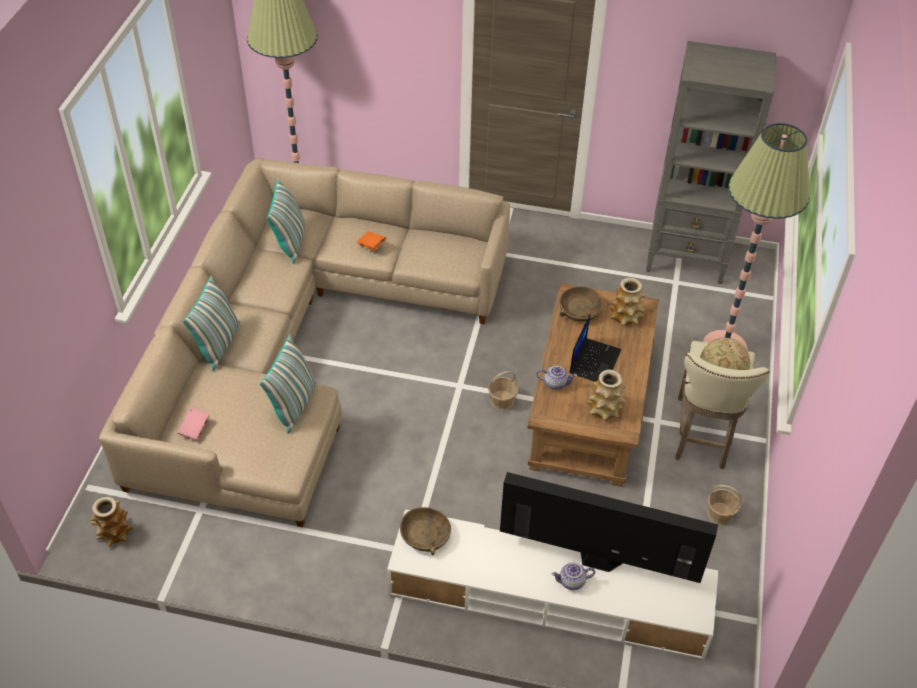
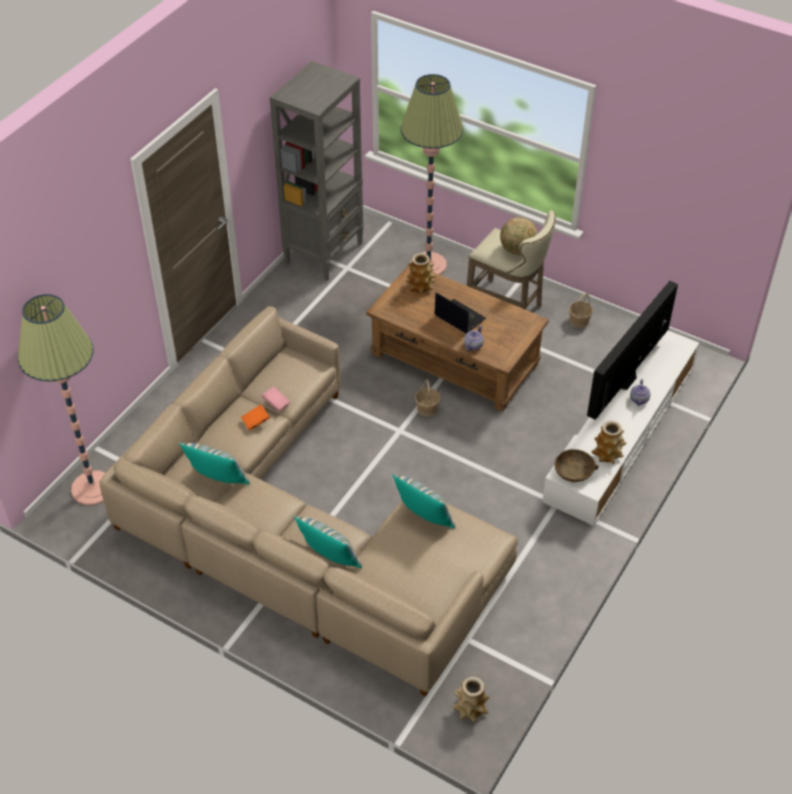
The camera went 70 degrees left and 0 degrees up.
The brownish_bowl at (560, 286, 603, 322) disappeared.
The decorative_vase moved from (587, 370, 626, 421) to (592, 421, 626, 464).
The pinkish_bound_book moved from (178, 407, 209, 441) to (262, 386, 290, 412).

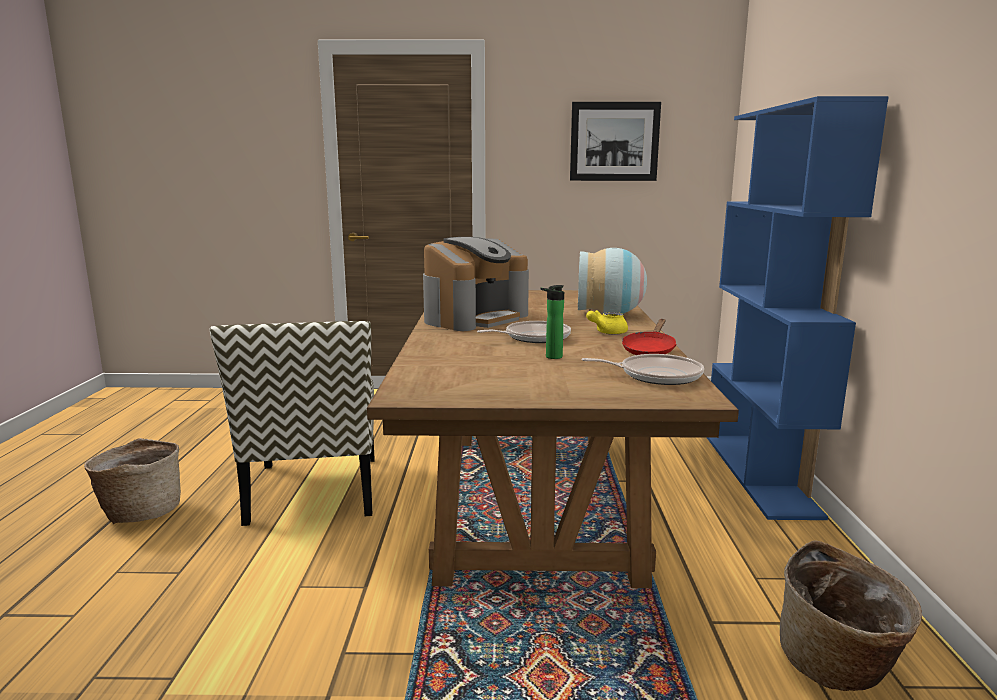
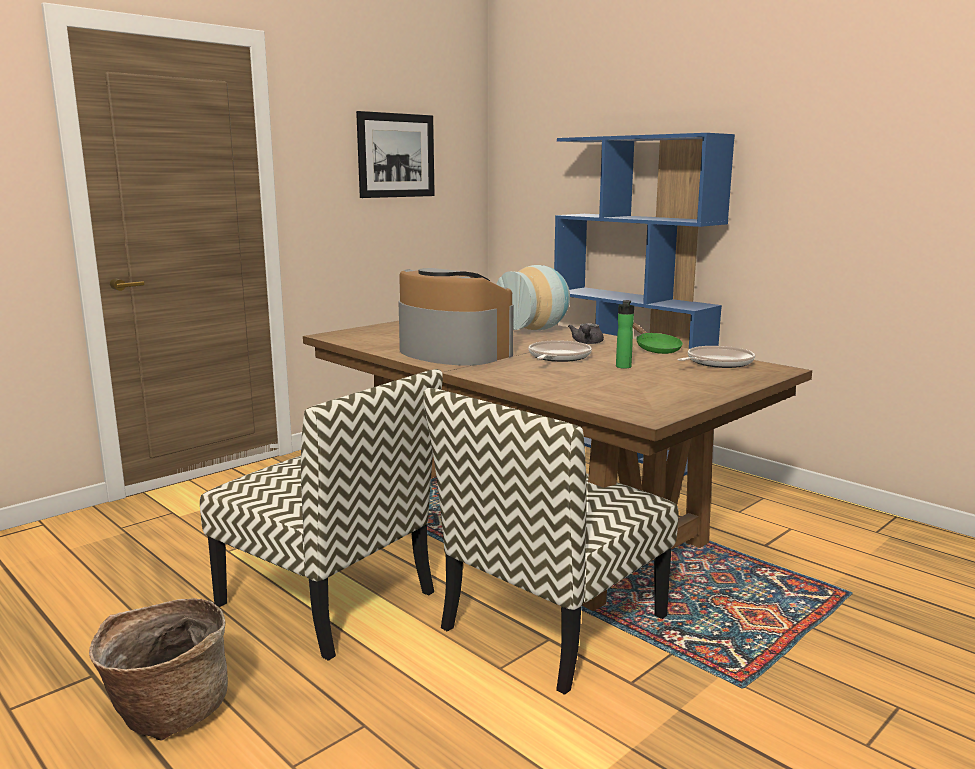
The camera went 45 degrees left and 0 degrees up.
The coffee_maker at (423, 237, 529, 331) turned 45 degrees counterclockwise.
The yellow_tea_pot at (586, 310, 628, 335) became the greyish_tea_pot at (568, 323, 604, 344).
The red-coloured_pan at (622, 319, 677, 355) became the green_pan at (633, 322, 683, 354).
The household_basket at (780, 540, 922, 691) disappeared.
The upright_chair at (423, 388, 678, 695) appeared.

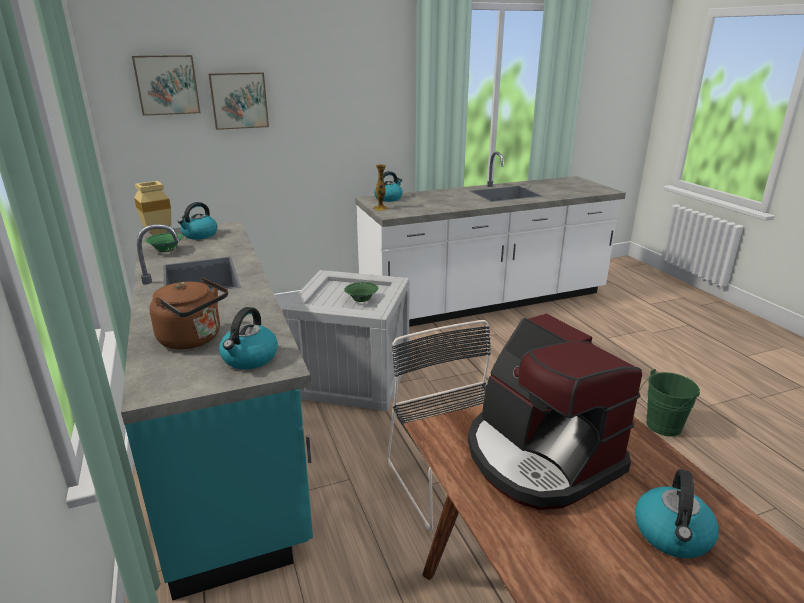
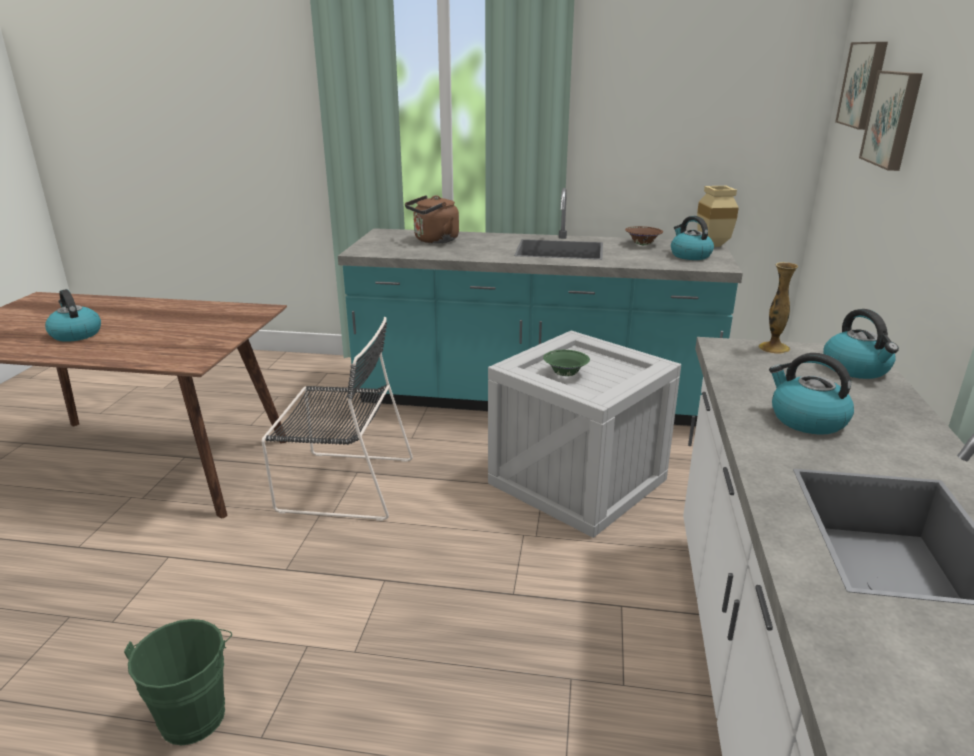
The camera went 120 degrees right and 0 degrees up.
The green_bowl at (145, 233, 184, 252) became the brownish_bowl at (625, 226, 663, 245).
The water_kettle moved from (219, 307, 278, 369) to (769, 353, 854, 435).
The coffee_maker at (468, 314, 642, 510) disappeared.

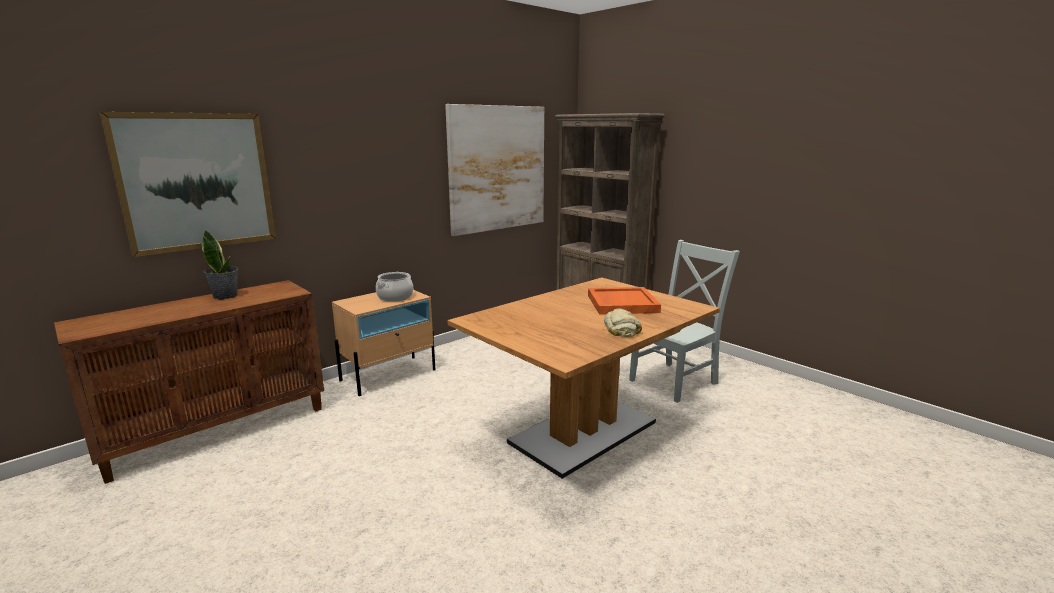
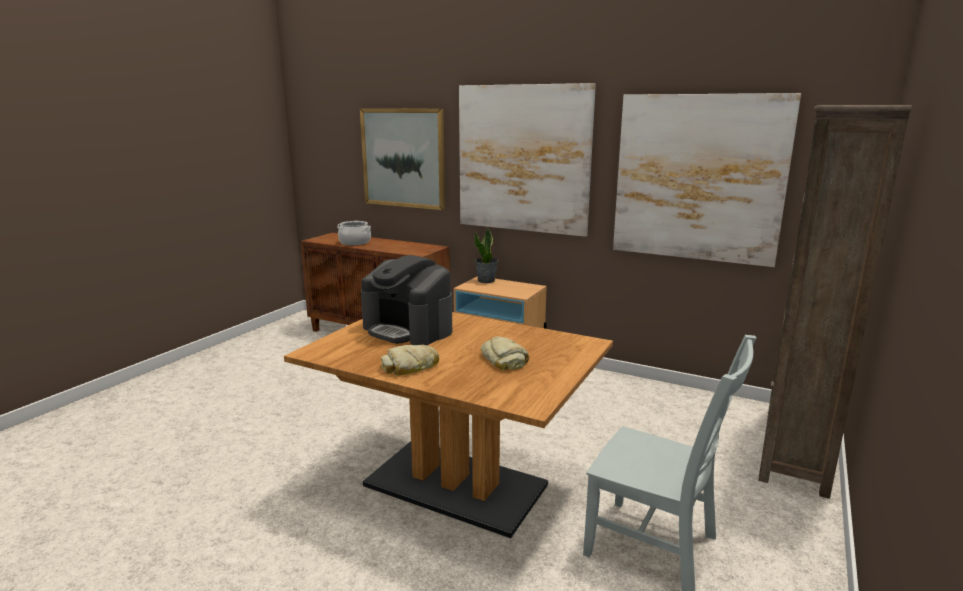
The camera went 70 degrees right and 0 degrees up.
The plant_in_a_pot moved from (202, 229, 238, 299) to (474, 227, 498, 283).
The cooking_pot moved from (376, 272, 413, 302) to (337, 221, 371, 245).
The orange_carrying_tray at (588, 287, 661, 315) was replaced by the baked_bread at (481, 336, 529, 370).
The picture at (459, 83, 596, 237) appeared.
The coffee_maker at (361, 255, 452, 346) appeared.

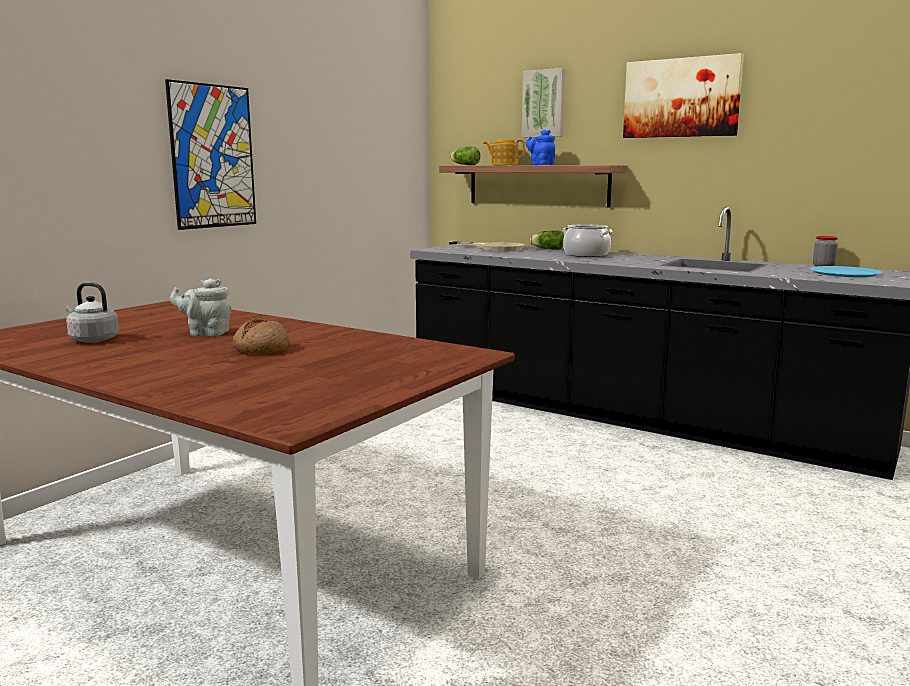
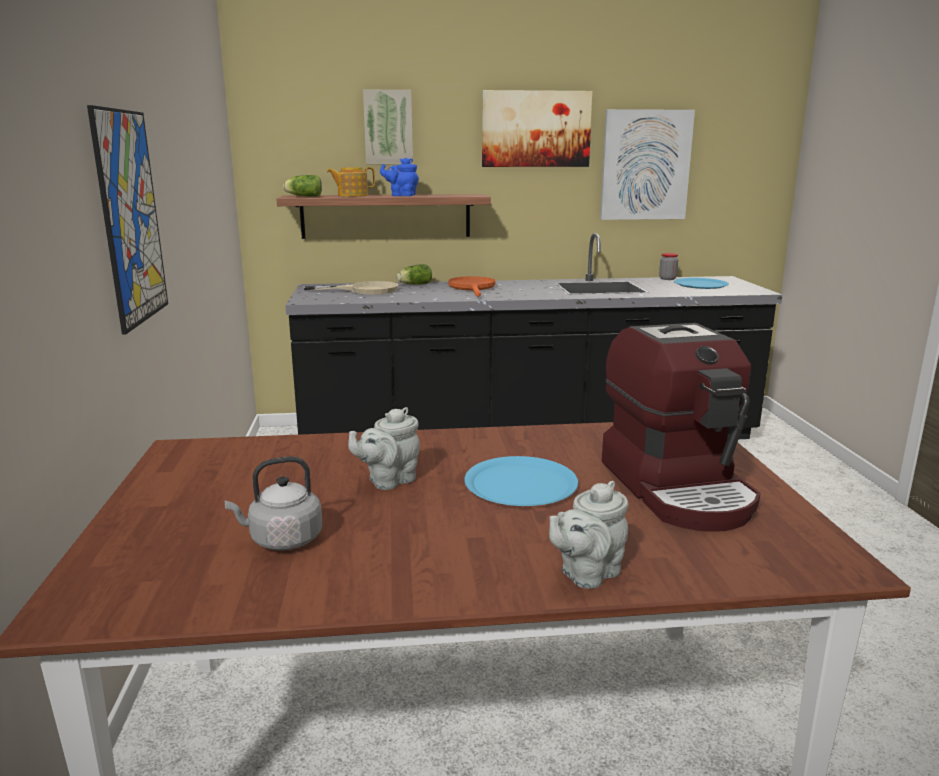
The camera went 40 degrees left and 5 degrees up.
The cooking_pot at (563, 224, 613, 257) was replaced by the orange_pan at (448, 276, 496, 297).
The baked_bread at (233, 318, 289, 354) was replaced by the bluish_dinner_plate at (464, 456, 578, 506).
The picture at (600, 109, 695, 220) appeared.
The coffee_maker at (602, 323, 760, 532) appeared.
The greyish_tea_pot at (549, 481, 629, 589) appeared.

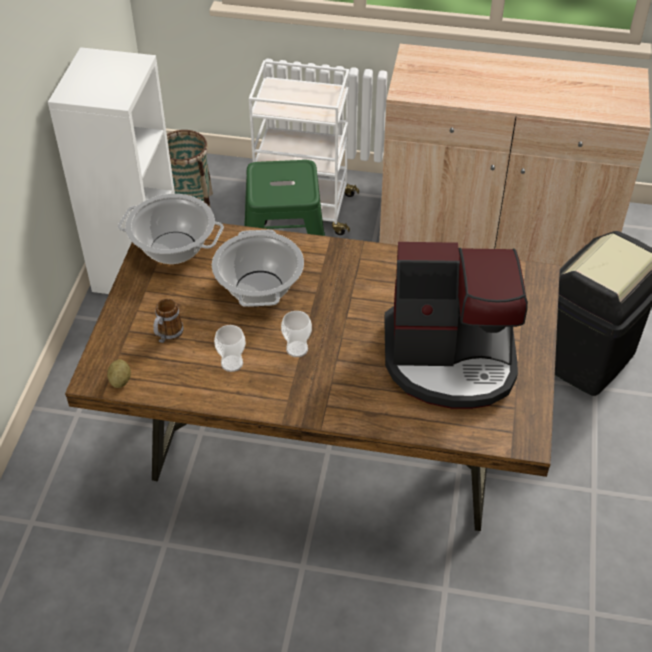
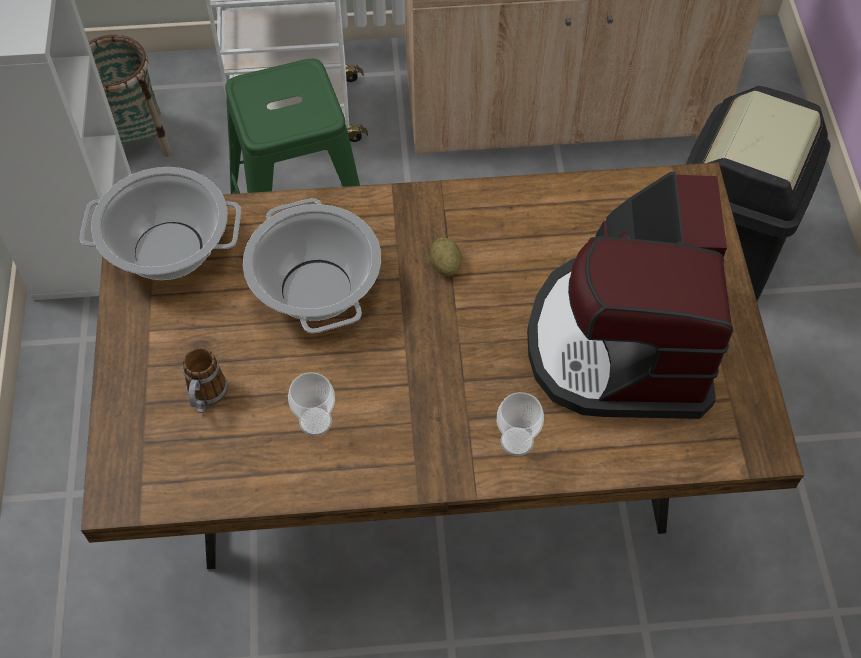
The camera went 15 degrees left and 10 degrees up.
The coffee_maker at (384, 242, 528, 409) turned 105 degrees clockwise.
The cup moved from (281, 311, 312, 357) to (497, 392, 544, 456).
The whole_potato moved from (107, 359, 131, 388) to (430, 237, 462, 276).

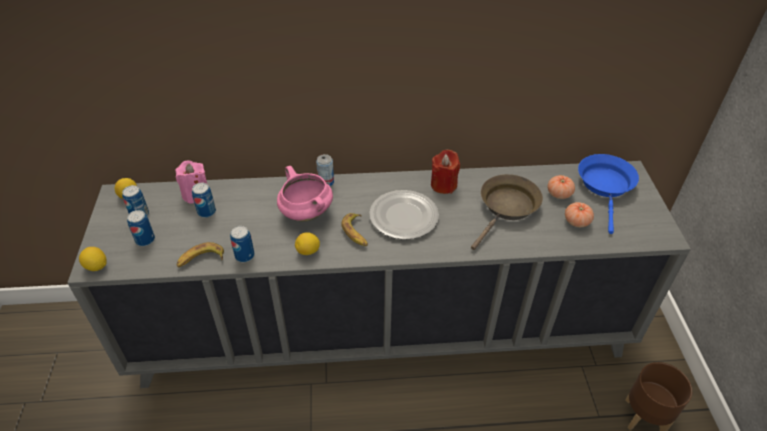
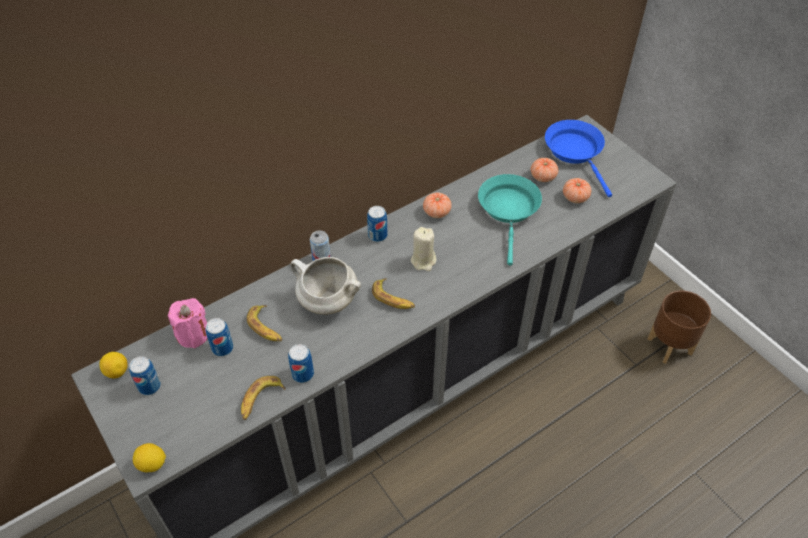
The camera went 30 degrees left and 5 degrees up.
The red-coloured_wax_light at (431, 150, 460, 194) was replaced by the whole_tomato at (423, 192, 452, 218).
The pinkish_cooking_pot at (277, 166, 333, 221) became the whitish_cooking_pot at (290, 257, 361, 315).
The brownish_pan at (471, 174, 543, 250) became the turquoise_pan at (478, 174, 542, 265).
The dinner_plate at (369, 190, 439, 240) was replaced by the beige-coloured_wax_light at (411, 227, 436, 271).
The metal_can moved from (127, 210, 155, 246) to (367, 206, 387, 242).
The whole_lemon at (295, 232, 320, 255) disappeared.
The banana at (247, 305, 282, 341) appeared.

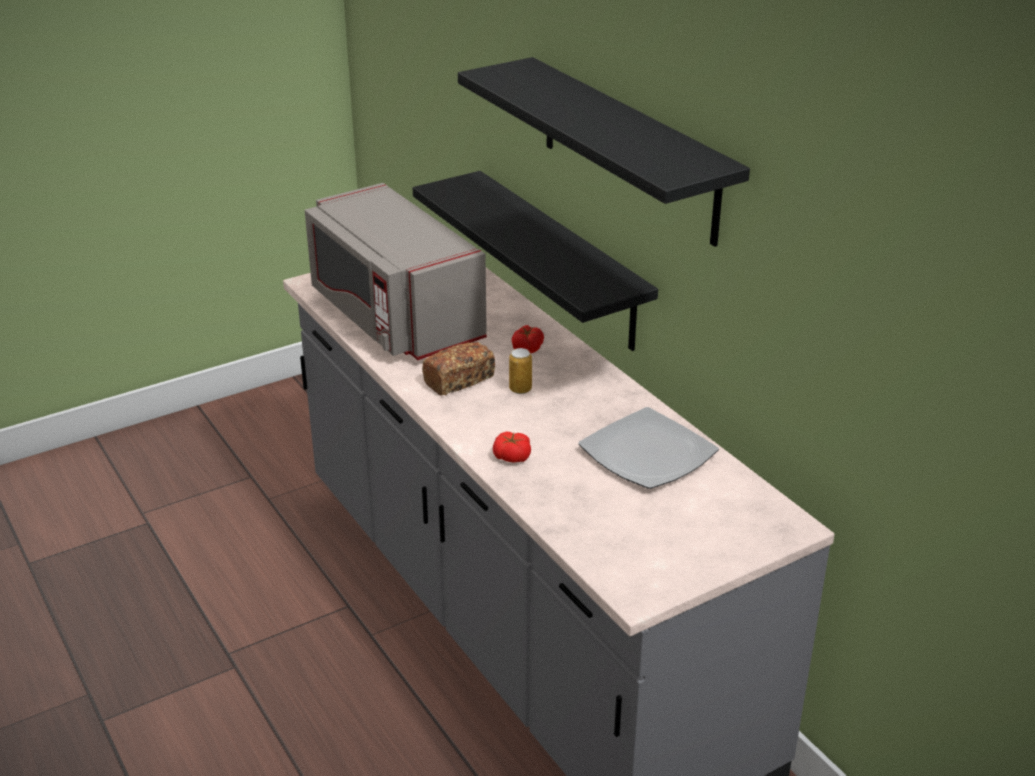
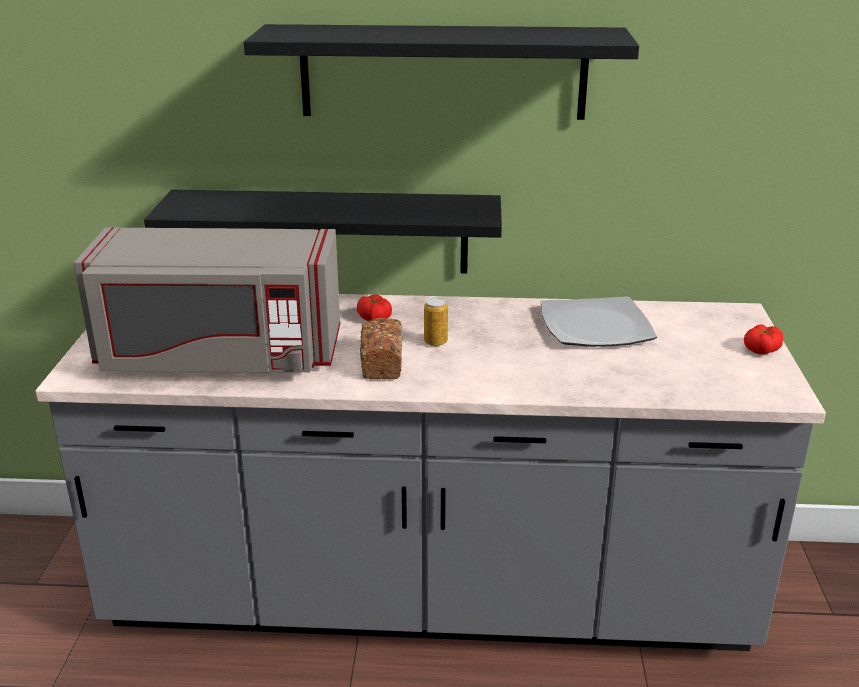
The camera went 55 degrees left and 5 degrees down.
The whole_tomato moved from (493, 432, 531, 462) to (744, 324, 783, 354).

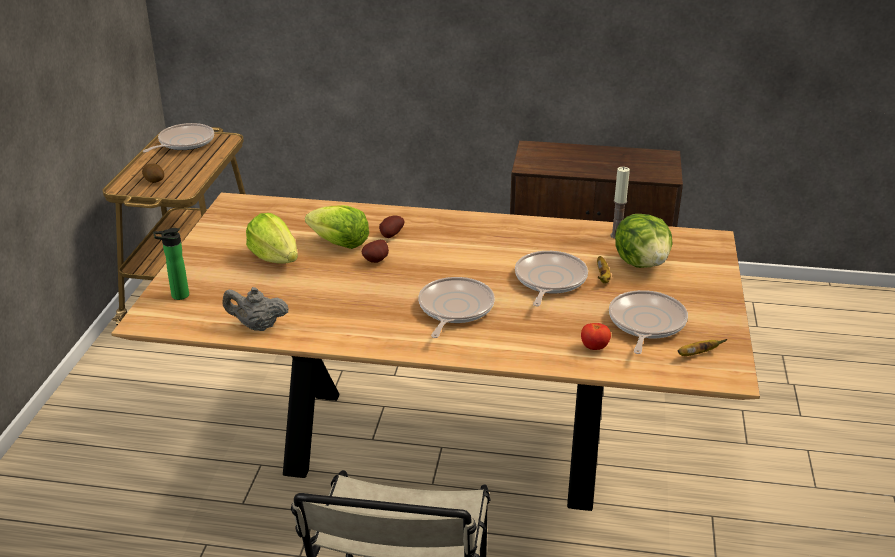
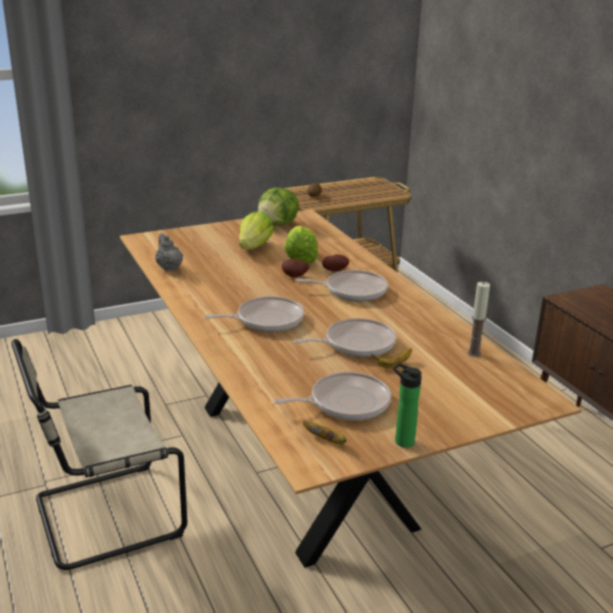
The camera went 55 degrees right and 5 degrees down.
The pan moved from (143, 123, 214, 153) to (295, 270, 388, 301).
The lettuce moved from (615, 214, 673, 268) to (258, 187, 299, 226).
The bottle moved from (153, 228, 189, 300) to (393, 363, 422, 448).
The whole_tomato at (581, 323, 611, 350) disappeared.

